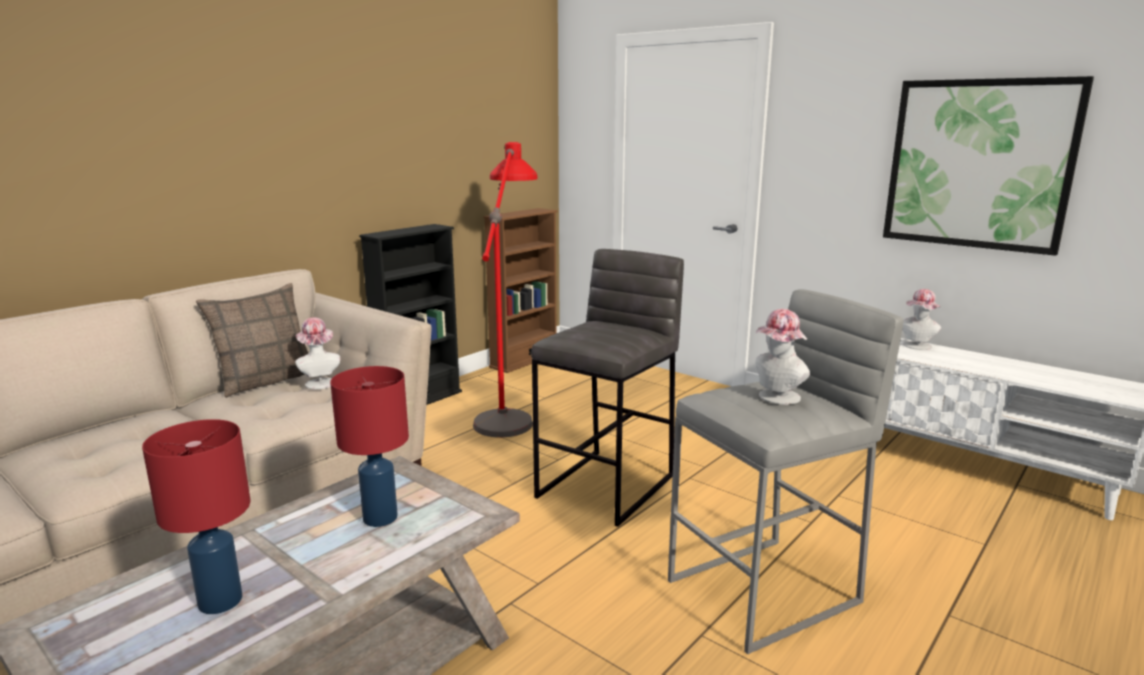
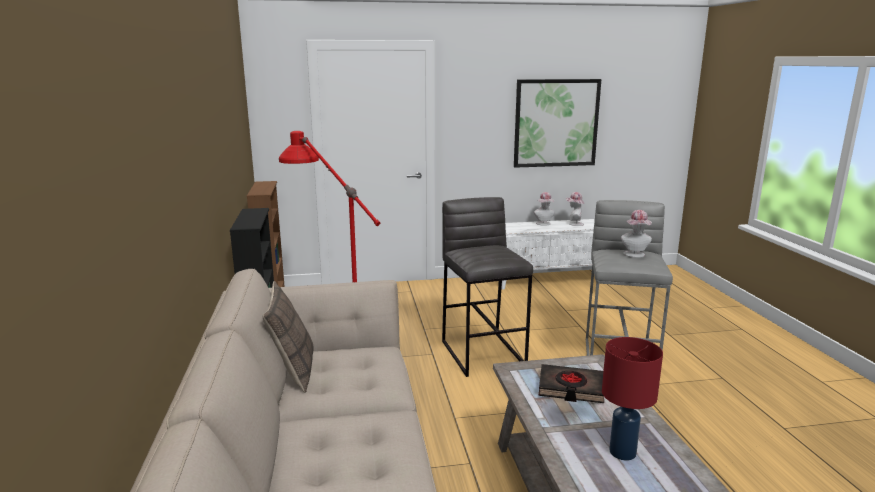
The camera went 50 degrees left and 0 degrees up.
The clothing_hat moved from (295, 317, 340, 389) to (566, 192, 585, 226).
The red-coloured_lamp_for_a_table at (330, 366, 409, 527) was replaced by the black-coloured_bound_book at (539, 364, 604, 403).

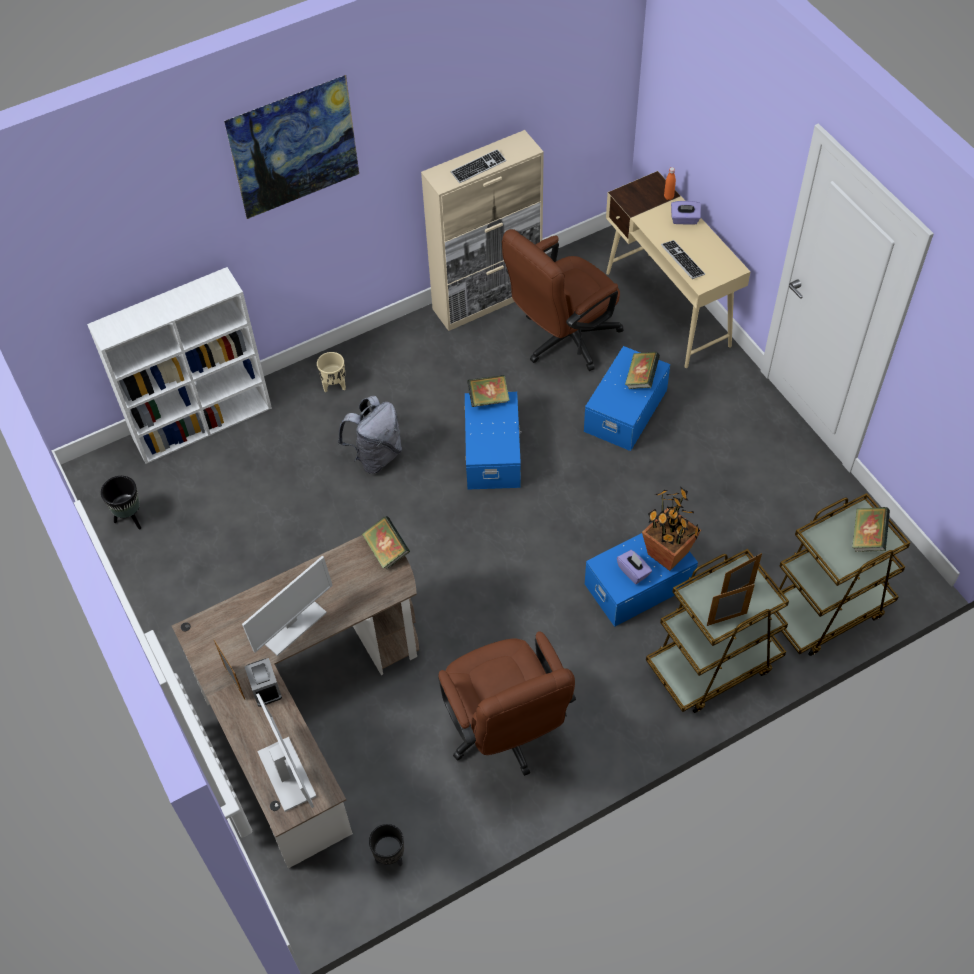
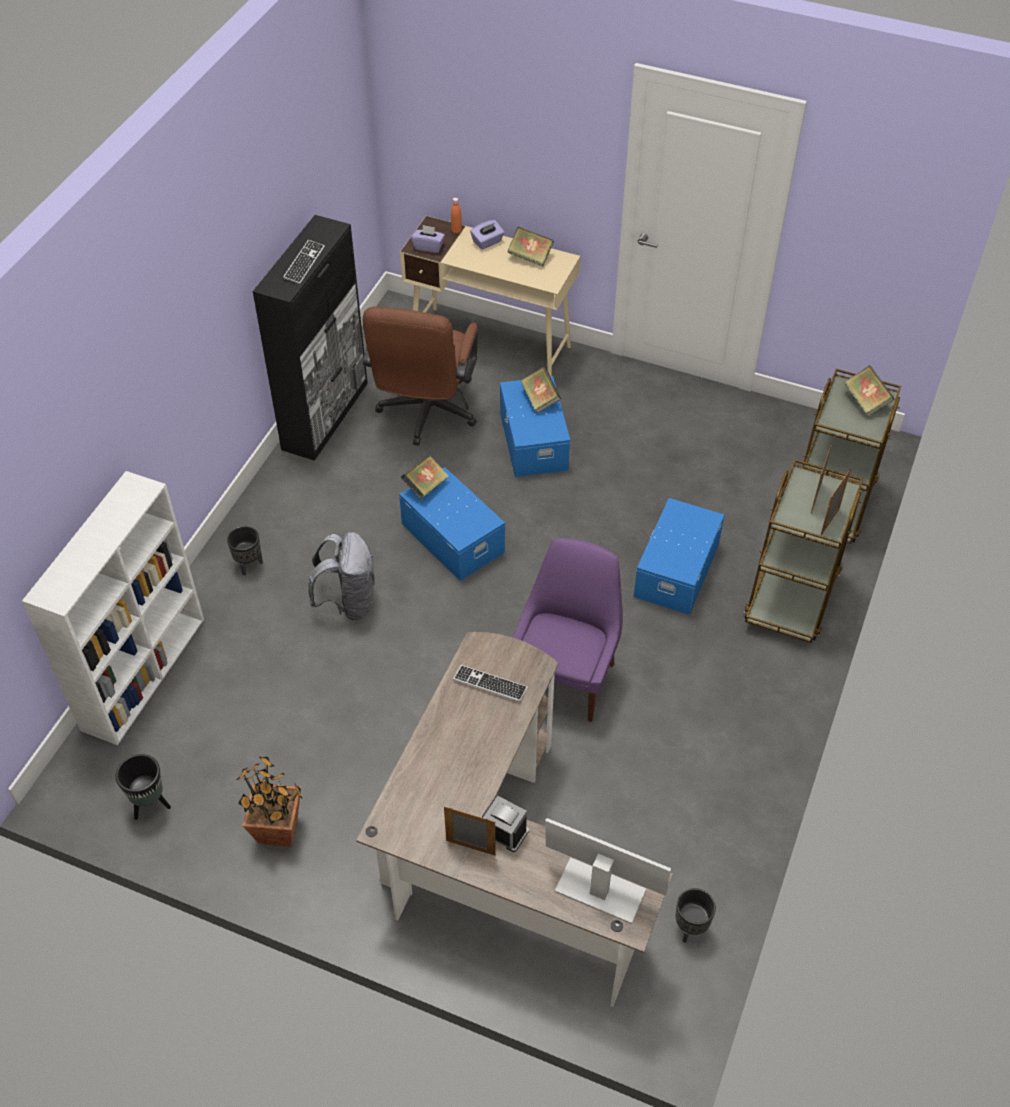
The camera went 40 degrees left and 5 degrees down.
The picture at (224, 75, 359, 219) disappeared.
The beige-coloured_cupboard at (421, 130, 544, 331) became the black-coloured_cupboard at (253, 215, 368, 461).
The computer_keyboard moved from (661, 240, 705, 279) to (453, 665, 527, 702).
The beige-coloured_flower_pot at (317, 352, 346, 392) became the black-coloured_flower_pot at (227, 526, 263, 575).
The plant_in_a_pot moved from (642, 488, 701, 571) to (236, 757, 303, 847).
The bound_book moved from (362, 516, 410, 569) to (508, 227, 554, 266).
The purple-coloured_box_of_tissues moved from (617, 550, 652, 584) to (411, 225, 445, 253).
The monitor at (242, 556, 333, 656) disappeared.
The brownish_computer_chair at (438, 631, 576, 776) disappeared.
The purple-coloured_upright_chair at (512, 538, 623, 722) appeared.

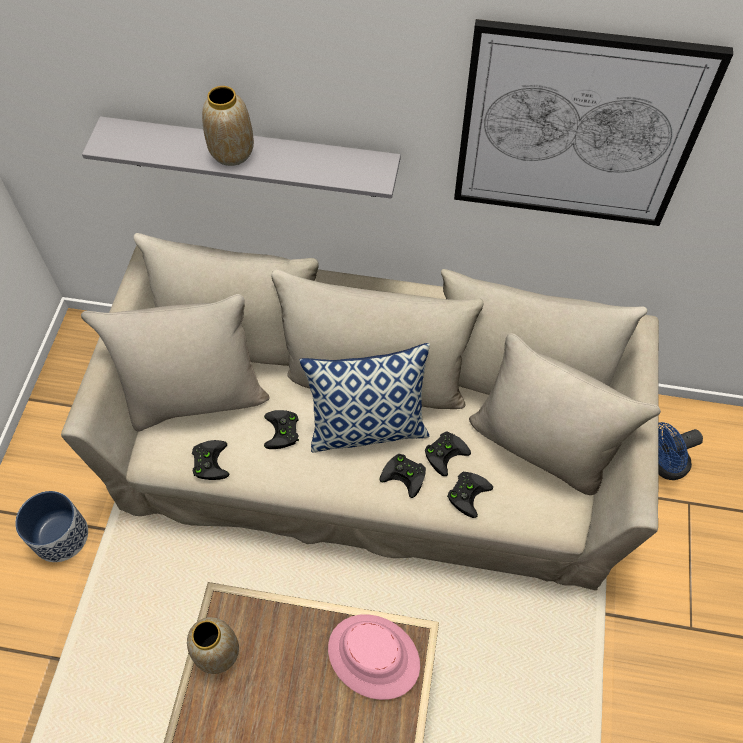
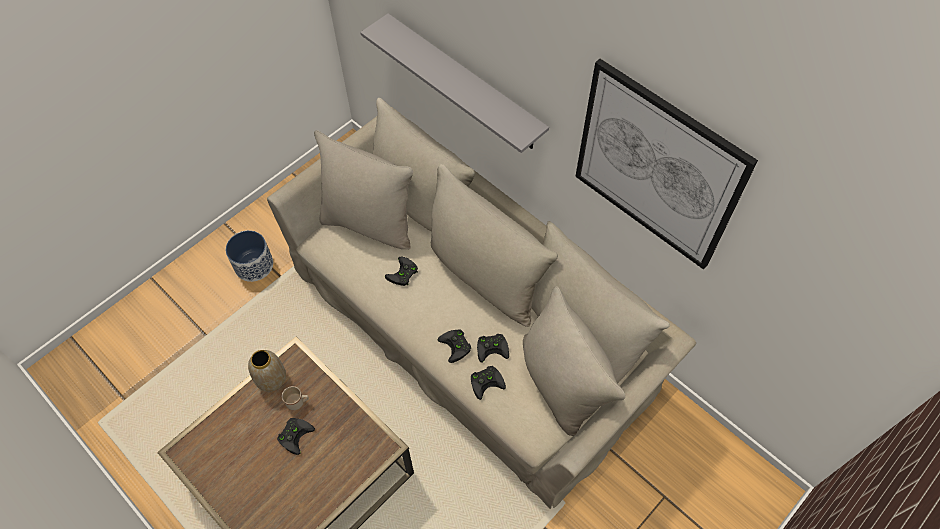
The camera went 35 degrees right and 0 degrees up.
The decorative_vase at (202, 86, 254, 166) disappeared.
The cushion at (299, 343, 430, 453) disappeared.
The bluish_cooling_fan at (658, 422, 703, 480) disappeared.
The black-coloured_joypad moved from (192, 440, 229, 480) to (277, 418, 315, 455).
The pinkish_clothing_hat at (328, 614, 420, 700) disappeared.
The beige-coloured_coffee_mug at (282, 386, 309, 410) appeared.

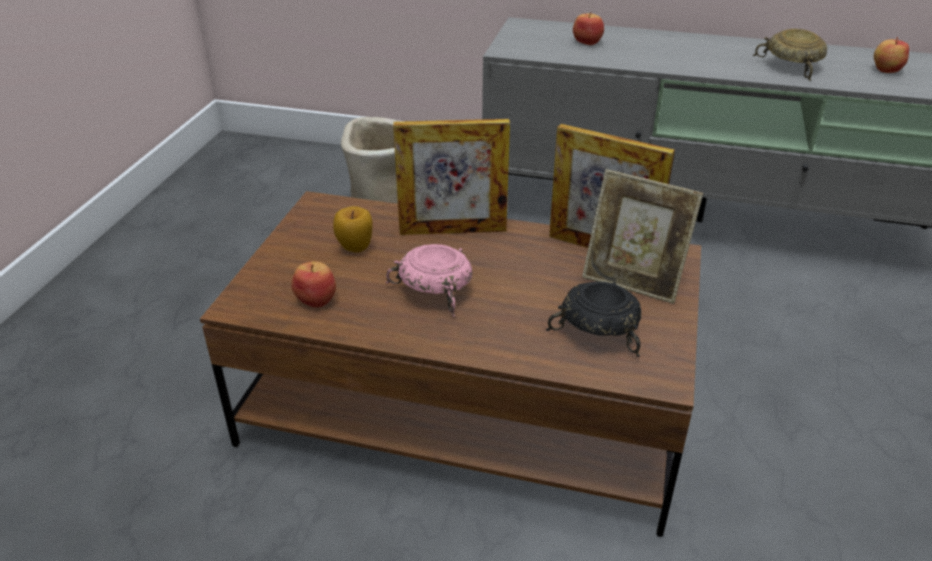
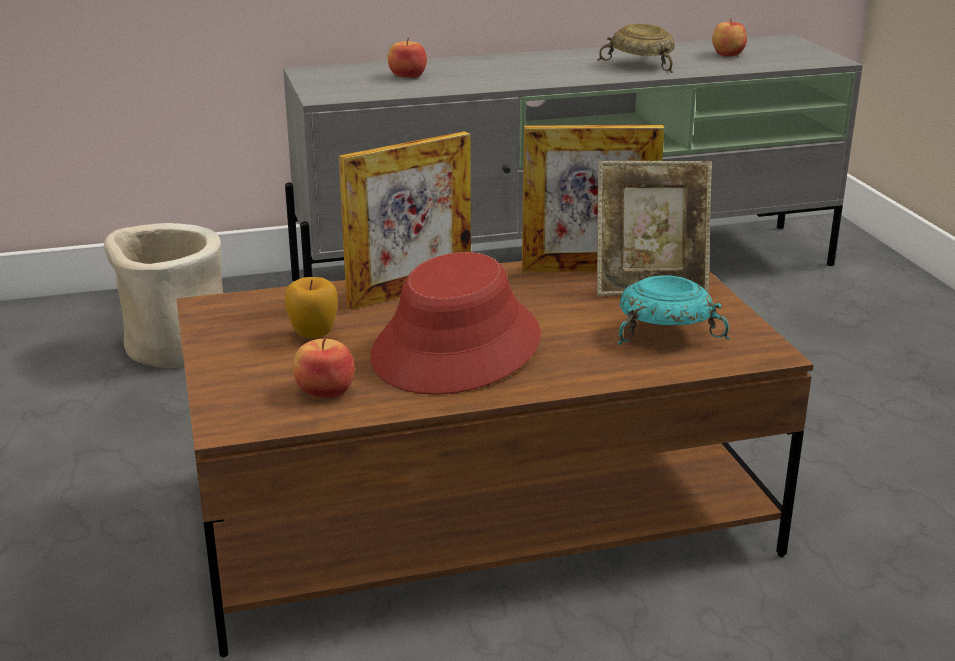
The camera went 30 degrees left and 10 degrees down.
The pinkish_bowl at (386, 244, 472, 317) was replaced by the red-coloured_clothing_hat at (370, 252, 541, 395).
The black-coloured_bowl at (546, 282, 641, 357) became the turquoise_bowl at (618, 276, 730, 345).

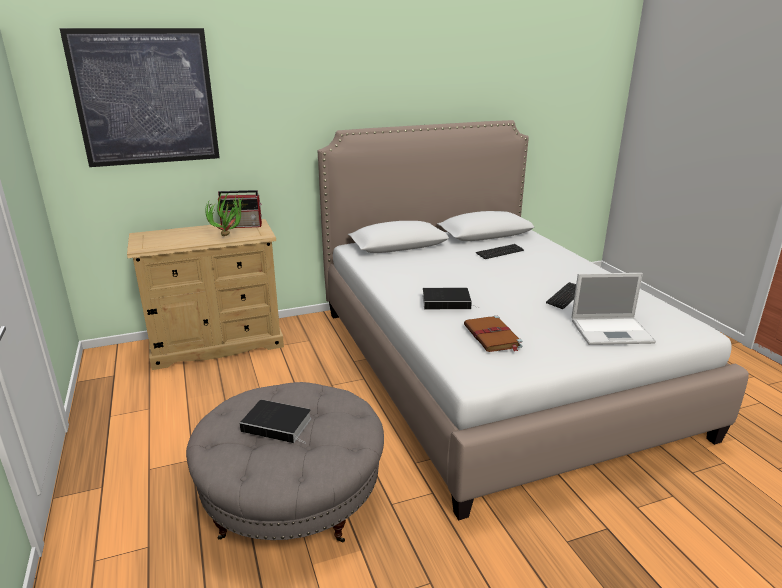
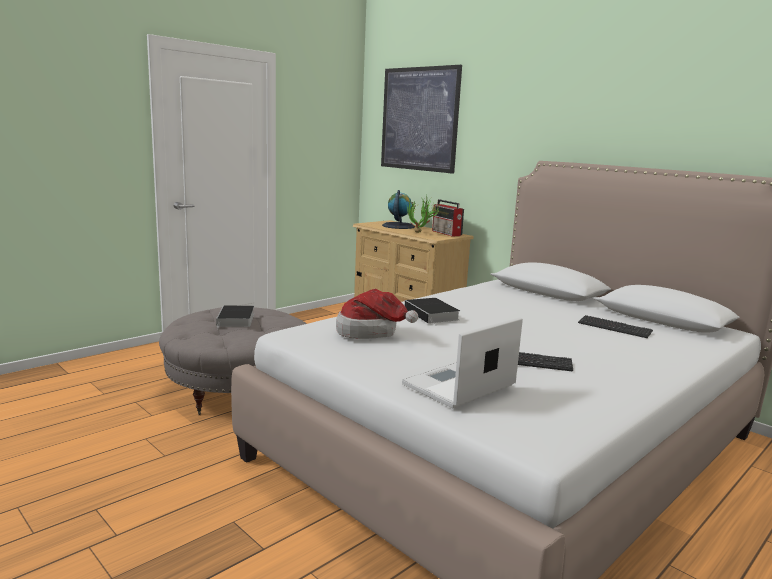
The camera went 65 degrees right and 10 degrees down.
The portable_computer at (571, 273, 656, 345) turned 75 degrees clockwise.
The brownish_bound_book at (464, 316, 522, 352) was replaced by the clothing_hat at (336, 289, 418, 339).
The globe at (382, 190, 415, 229) appeared.

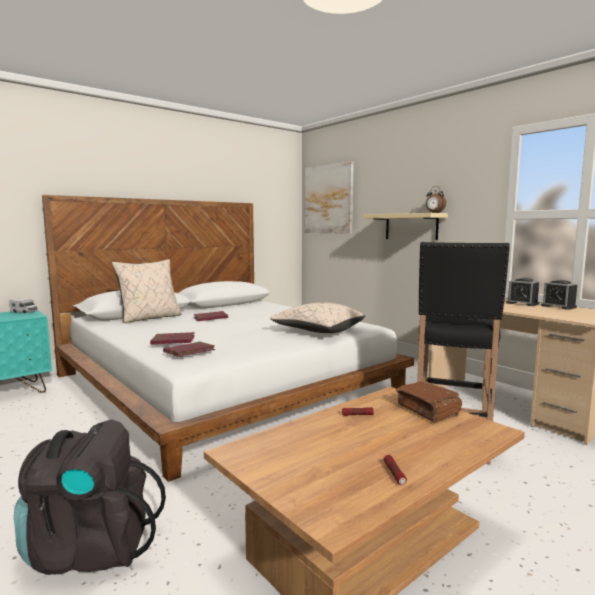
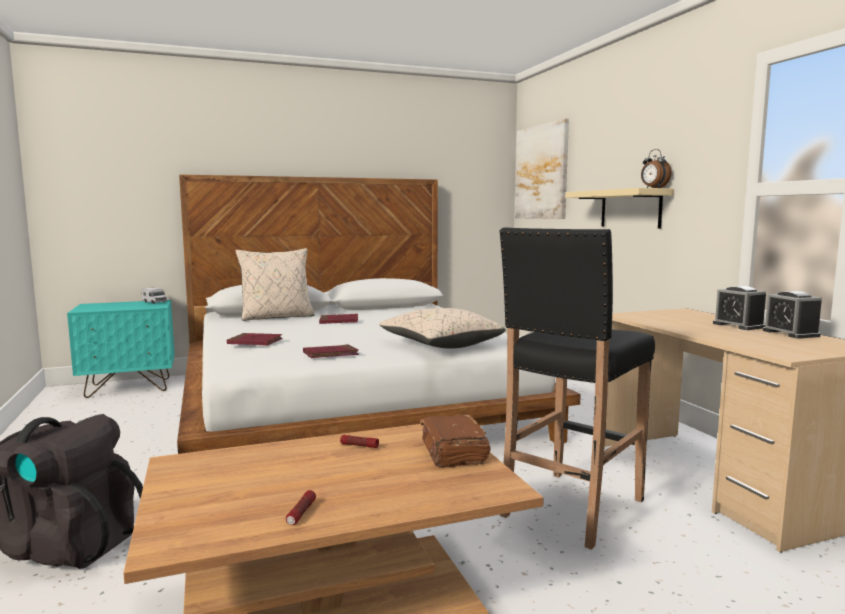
The camera went 20 degrees right and 0 degrees up.
The red-coloured_bound_book moved from (163, 341, 215, 357) to (303, 344, 359, 358).

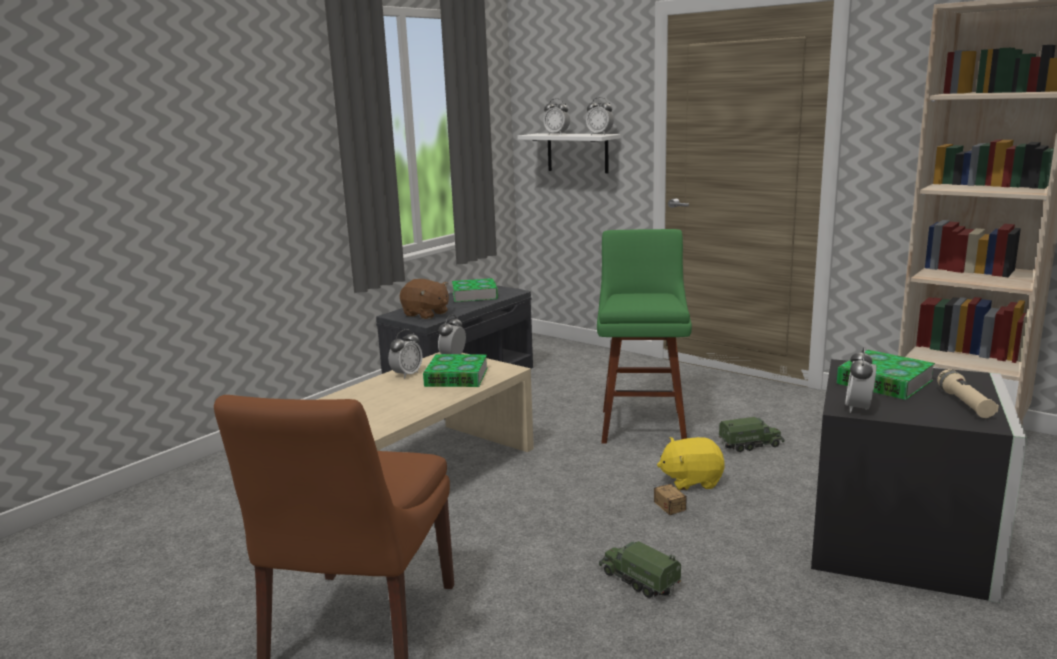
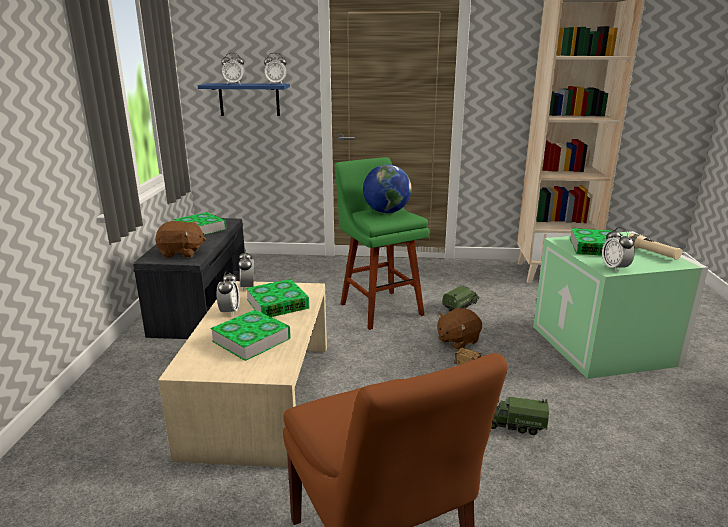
The camera went 35 degrees left and 5 degrees up.
The whitish_wall_shelf at (517, 133, 620, 173) became the bluish_wall_shelf at (198, 83, 290, 116).
The black-coloured_storage_bin at (811, 359, 1027, 603) became the green_storage_bin at (533, 231, 708, 379).
The yellow_soft_toy at (657, 437, 725, 490) became the brownish_soft_toy at (437, 308, 482, 350).
The globe at (363, 164, 412, 213) appeared.
The bound_book at (210, 310, 291, 361) appeared.

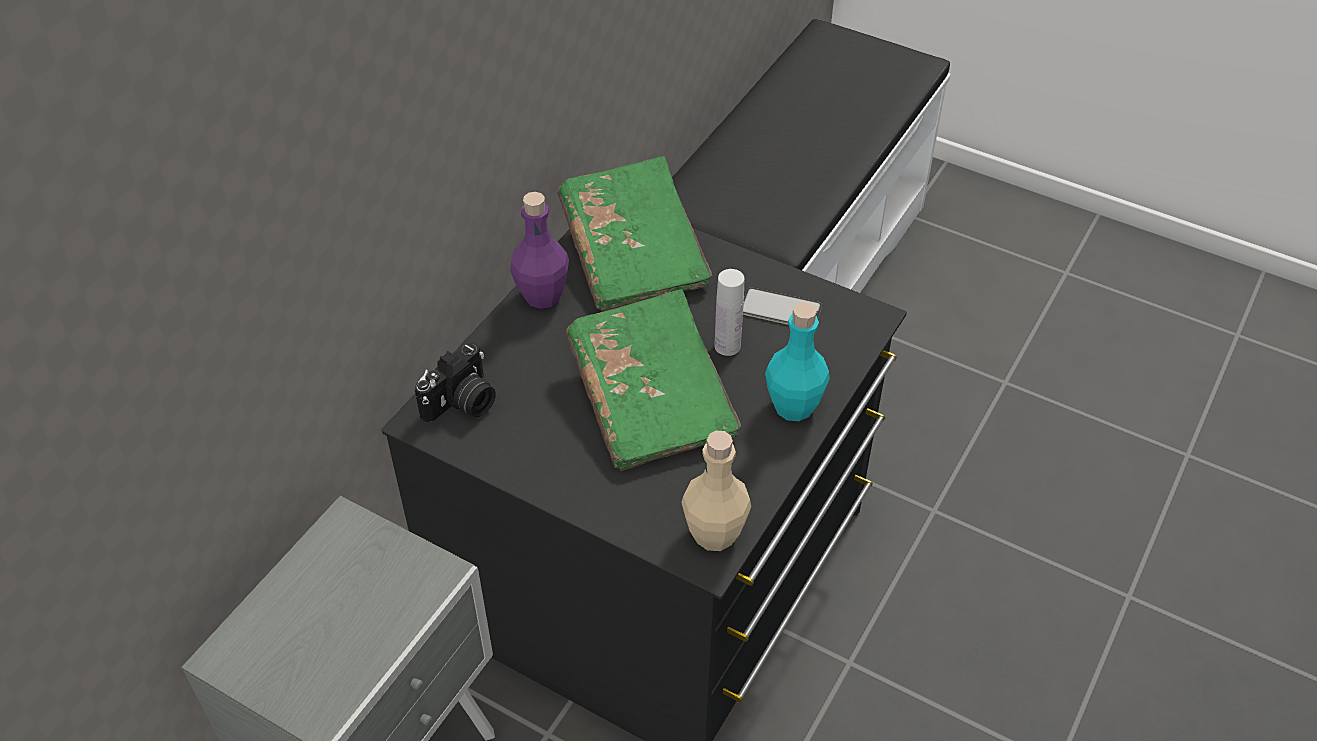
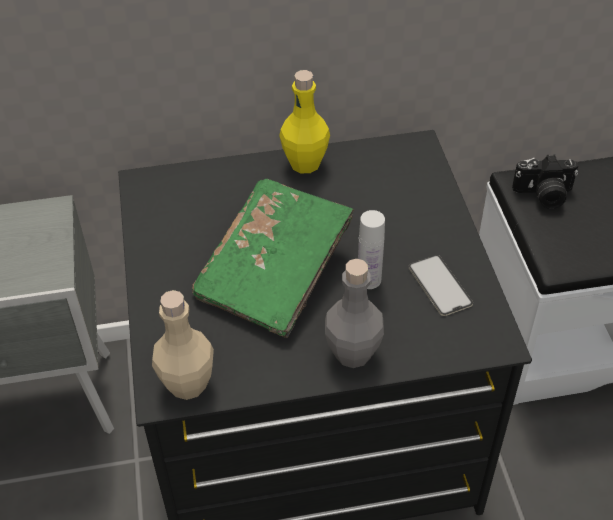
The camera went 50 degrees right and 0 degrees up.
The green_bound_book at (557, 156, 712, 312) disappeared.
The purple-coloured_bottle at (510, 192, 569, 309) became the yellow_bottle at (279, 70, 330, 173).
The turquoise_bottle at (765, 302, 830, 421) became the greyish_bottle at (325, 259, 384, 368).
The photo_camera moved from (415, 343, 496, 422) to (512, 155, 578, 209).

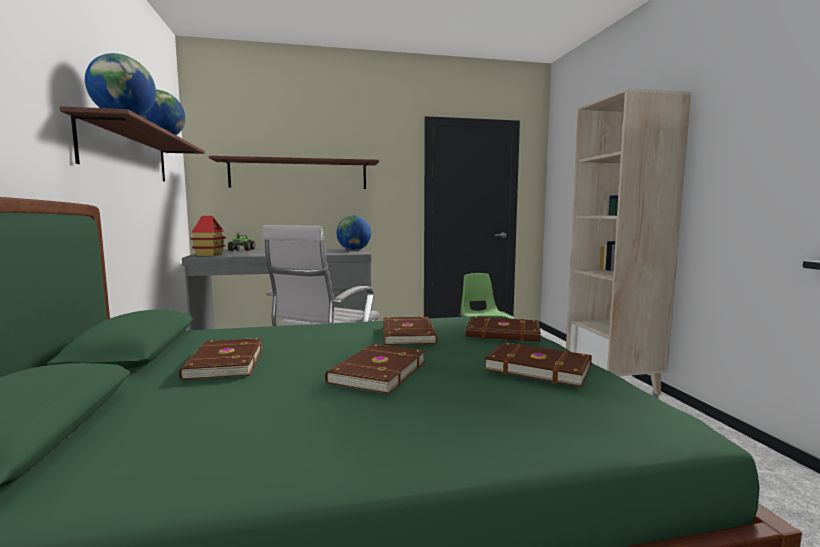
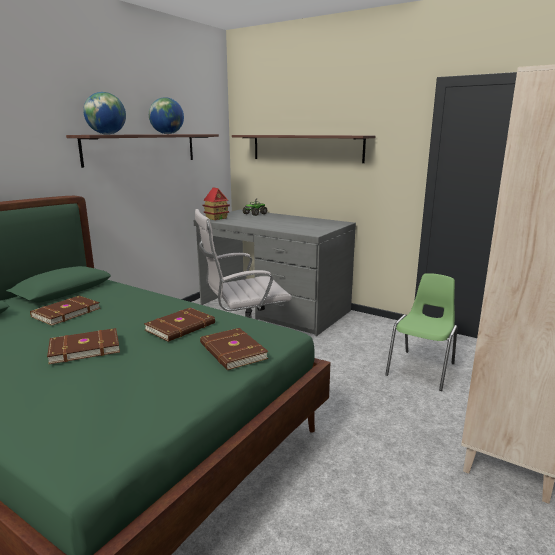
The camera went 45 degrees right and 10 degrees up.
The globe at (336, 215, 371, 250) disappeared.
The brownish_bound_book at (485, 342, 592, 387) disappeared.

